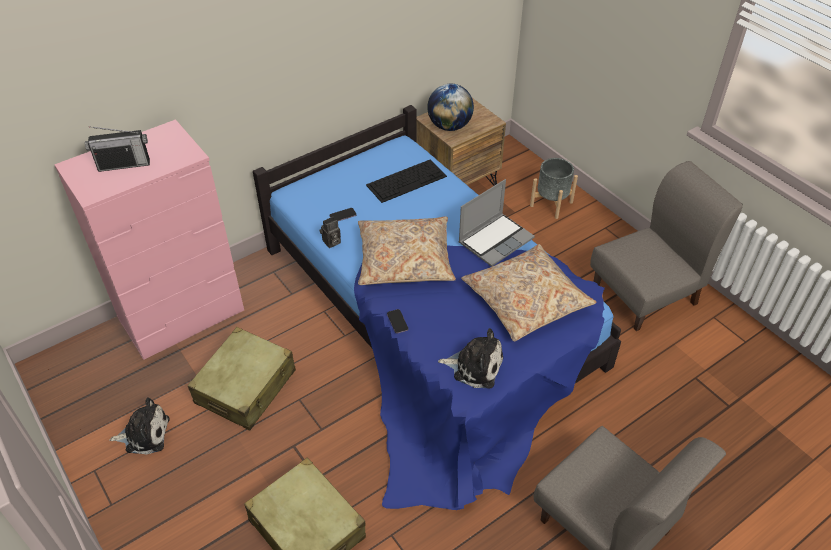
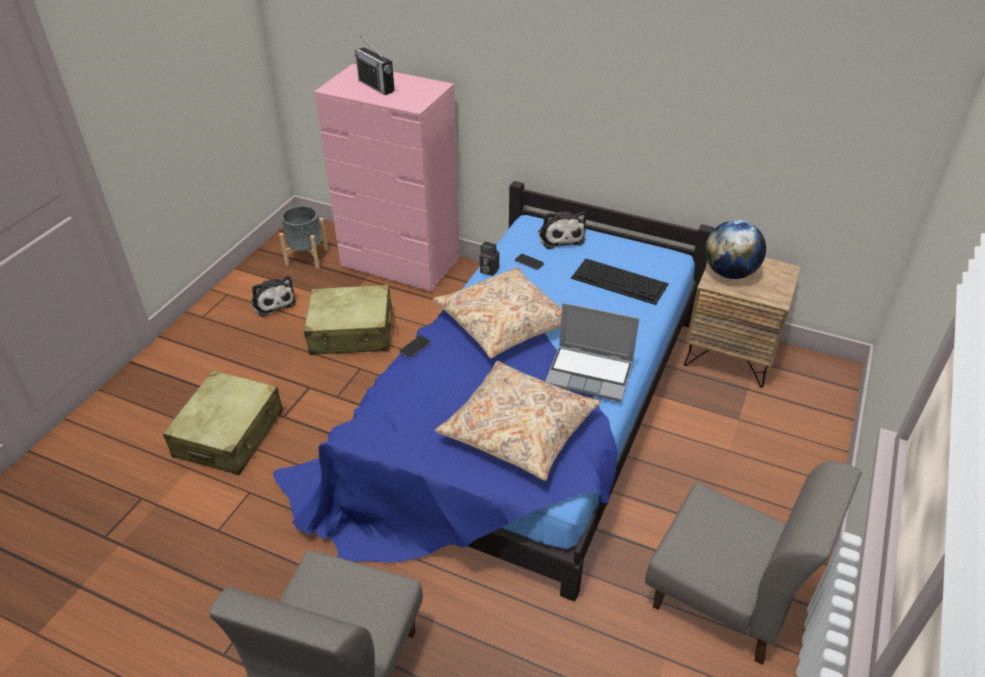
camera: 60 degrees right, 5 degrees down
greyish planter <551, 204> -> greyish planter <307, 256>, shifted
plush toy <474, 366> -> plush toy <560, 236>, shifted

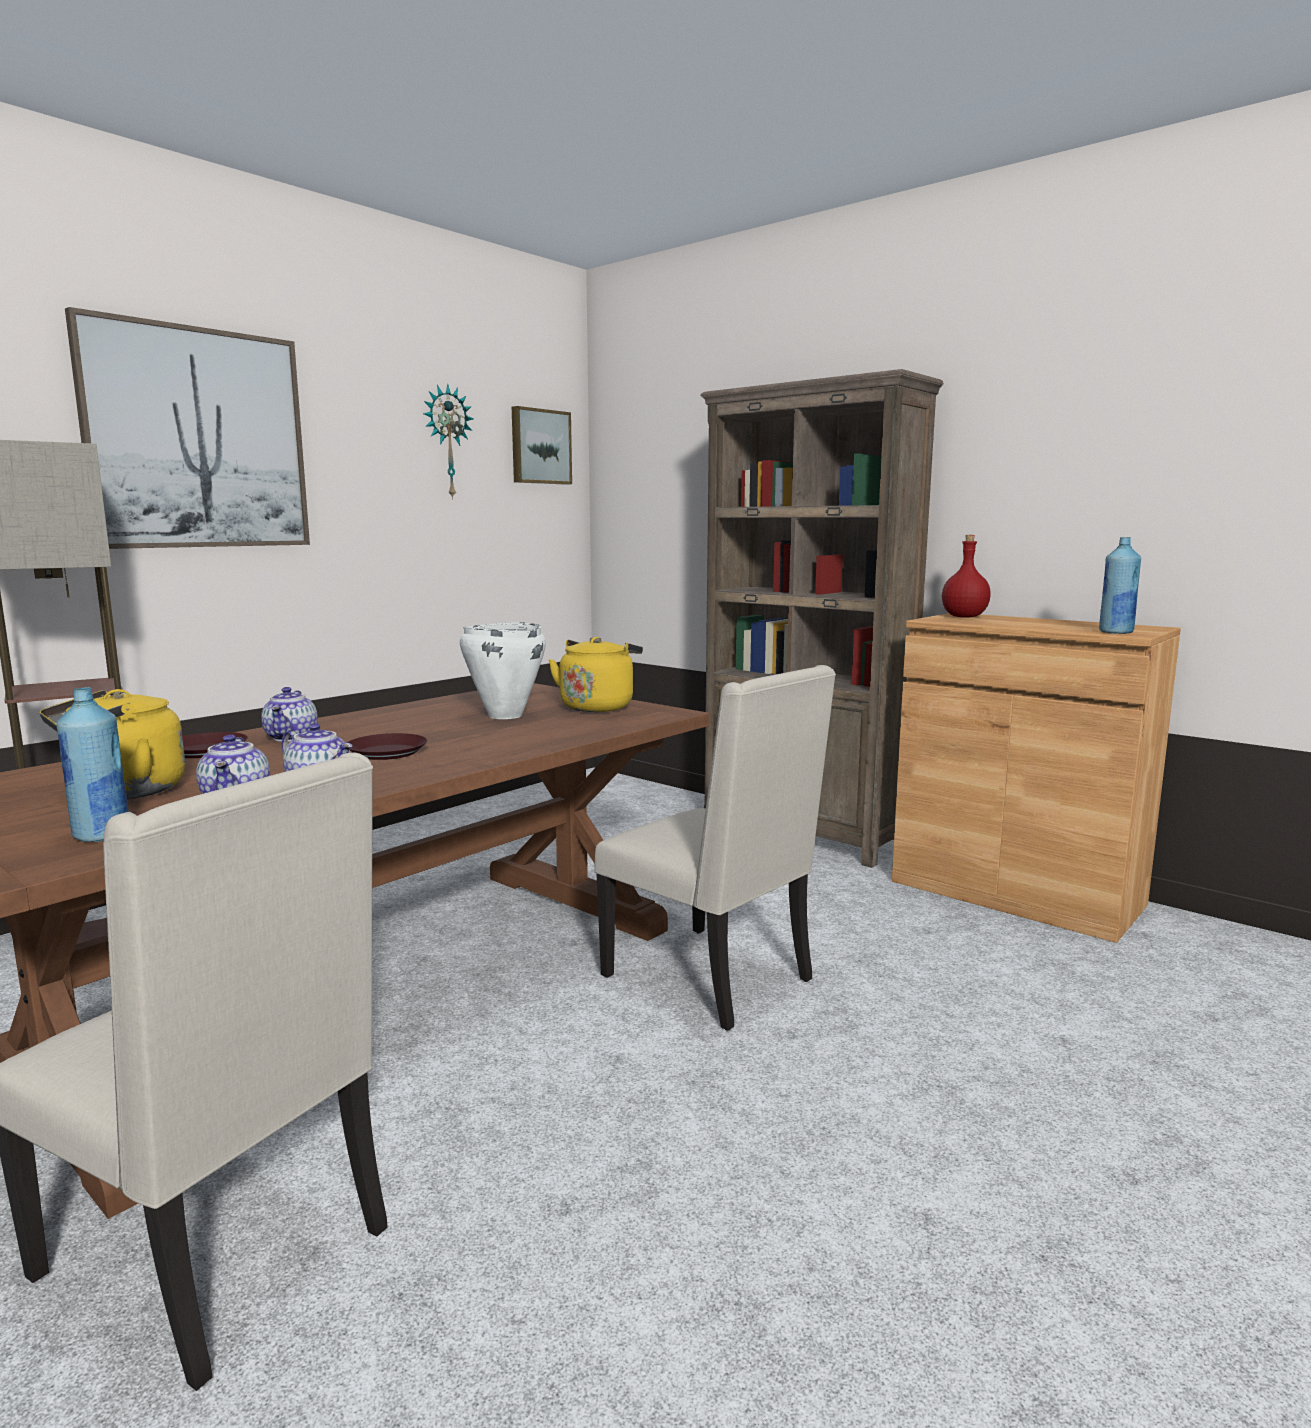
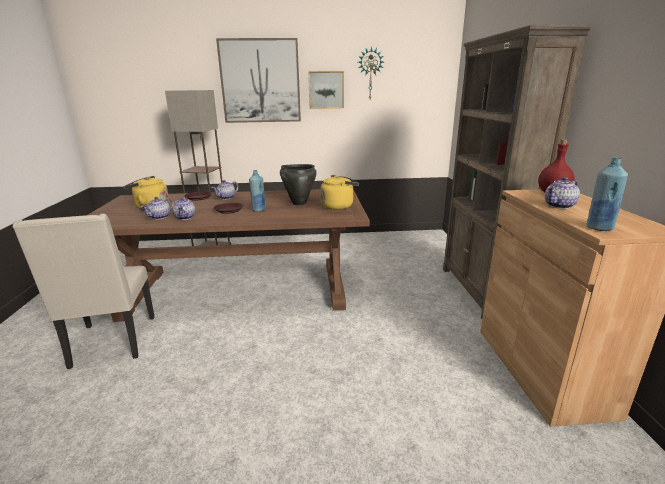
camera: 45 degrees right, 10 degrees up
wall picture <539, 447> -> wall picture <326, 90>, shifted
white stockpot <504, 716> -> blackish stockpot <299, 203>
beige-coloured plain chair <712, 978> -> none
blue bottle <101, 835> -> blue bottle <258, 210>, shifted
none -> pot for tea <560, 206>

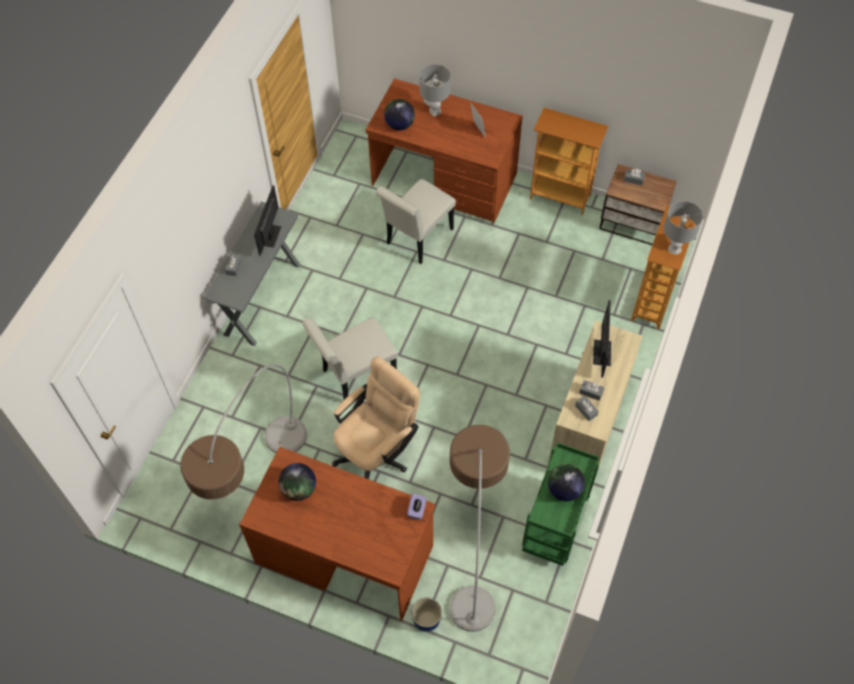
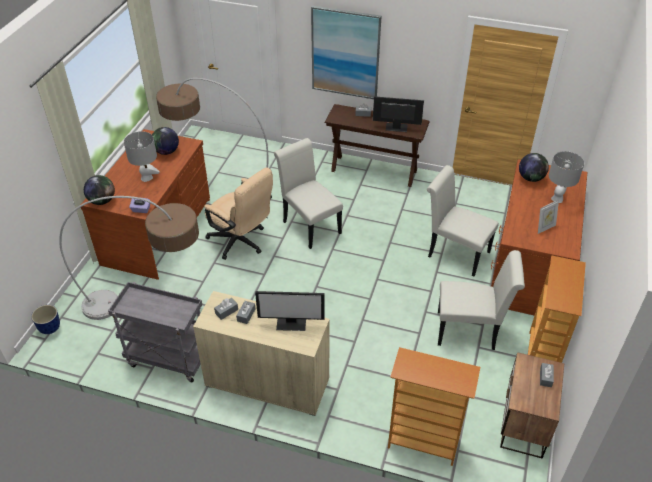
camera: 85 degrees right, 15 degrees down
greyish table lamp <674, 248> -> greyish table lamp <147, 178>, shifted
greyish console table <262, 299> -> brownish console table <374, 171>
greenish wheeled cart <555, 525> -> greyish wheeled cart <167, 359>
desk globe <564, 490> -> desk globe <102, 201>, shifted
planter <426, 620> -> planter <49, 328>, shifted
none -> wall picture <345, 53>
none -> white plain chair <470, 331>

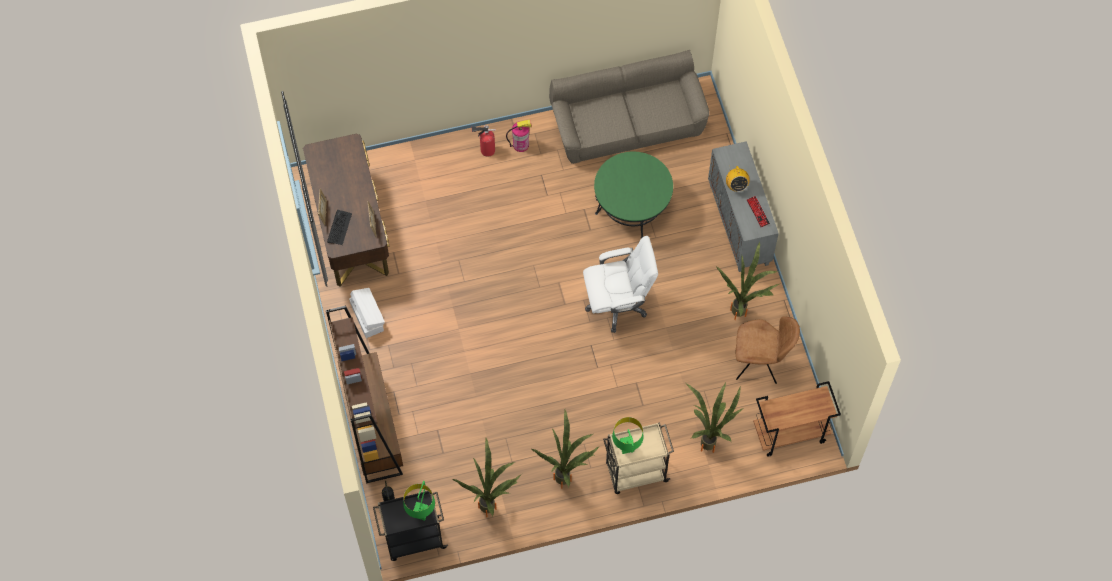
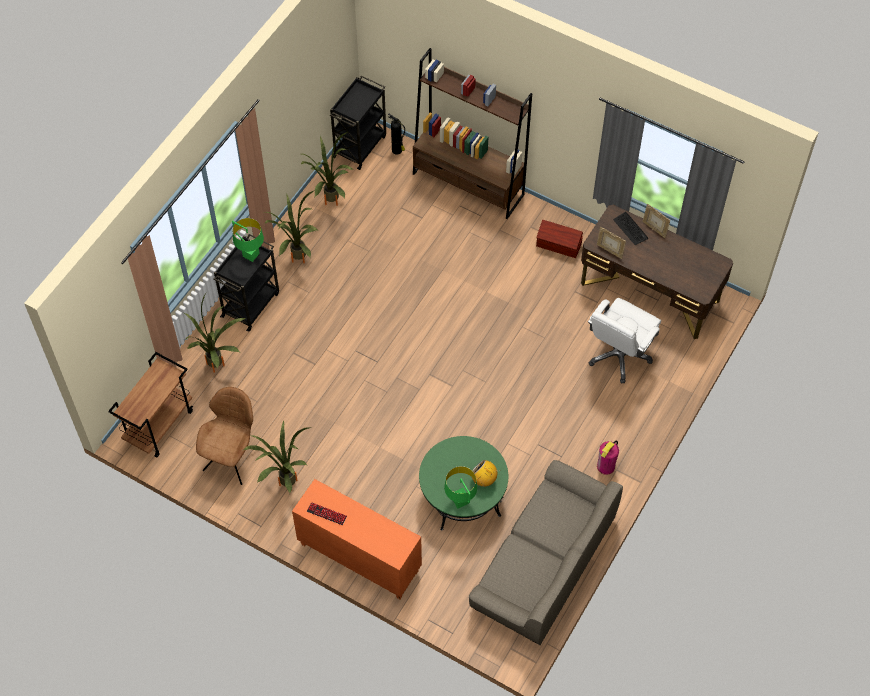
camera: 135 degrees right, 5 degrees down
extinguisher <486, 150> -> none
greyish storage cabinet <739, 225> -> orange storage cabinet <358, 558>
radio receiver <736, 186> -> radio receiver <484, 479>, shifted
white desk chair <617, 304> -> white desk chair <619, 355>, shifted
white storage container <367, 316> -> brownish storage container <559, 245>
brownish plain chair <759, 363> -> brownish plain chair <232, 458>, 150 degrees clockwise
beige-coloured wheeled cart <635, 473> -> blackish wheeled cart <251, 304>
greenish table lamp <421, 513> -> greenish table lamp <460, 501>, shifted

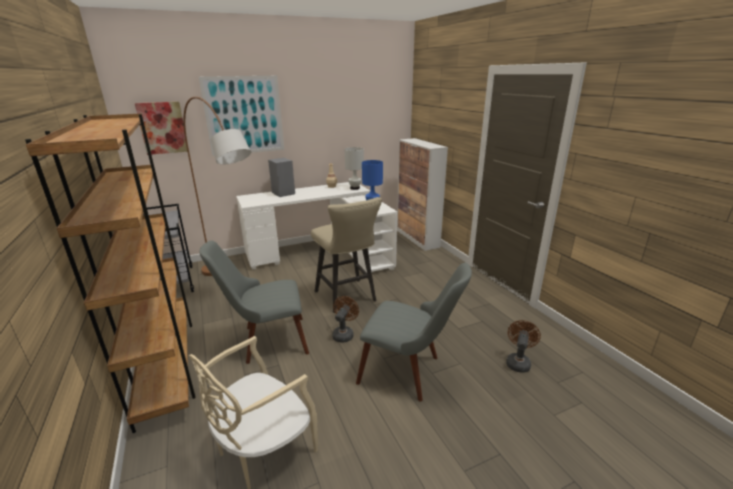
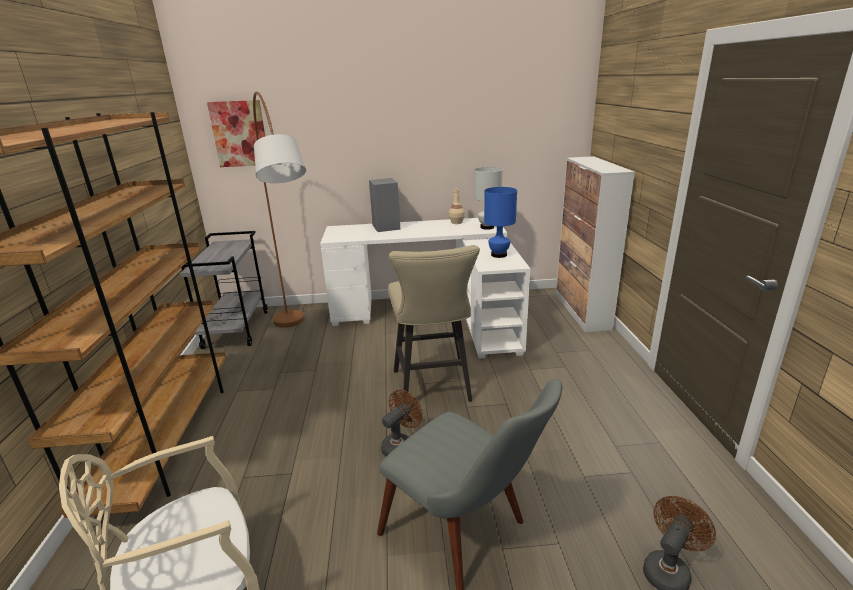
camera: 20 degrees right, 0 degrees up
wall picture <244, 115> -> none
greyish plain chair <265, 341> -> none

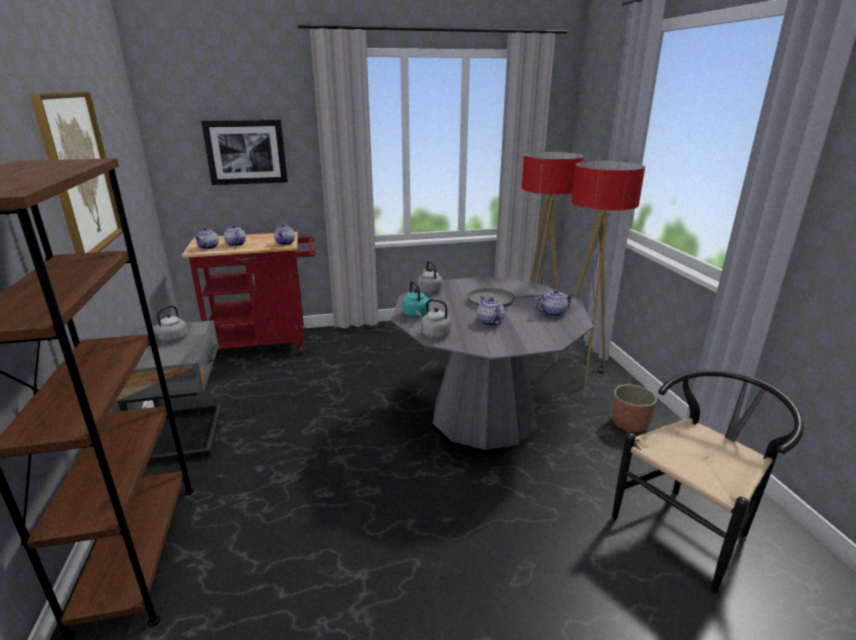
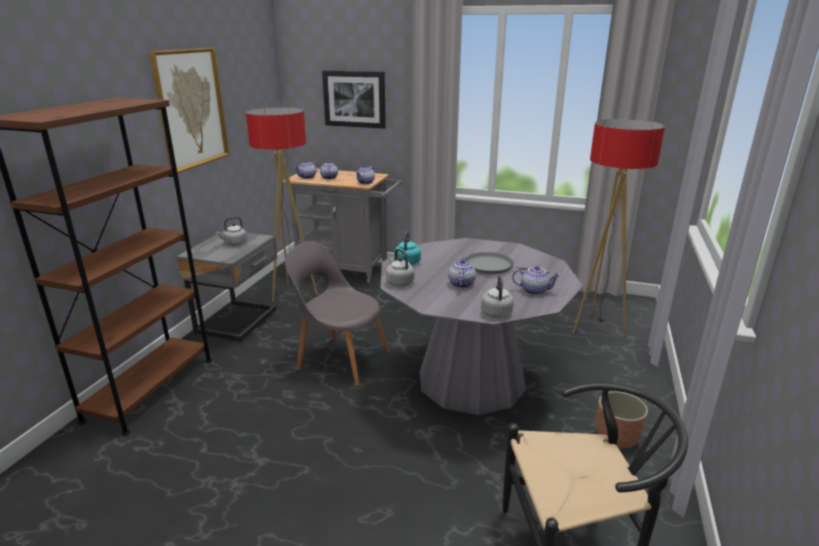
camera: 30 degrees right, 0 degrees up
standard lamp <581, 371> -> standard lamp <292, 293>, shifted
red-coloured wheeled cart <266, 345> -> greyish wheeled cart <348, 270>
greyish tea kettle <429, 290> -> greyish tea kettle <496, 312>, shifted
none -> greyish plain chair <340, 359>

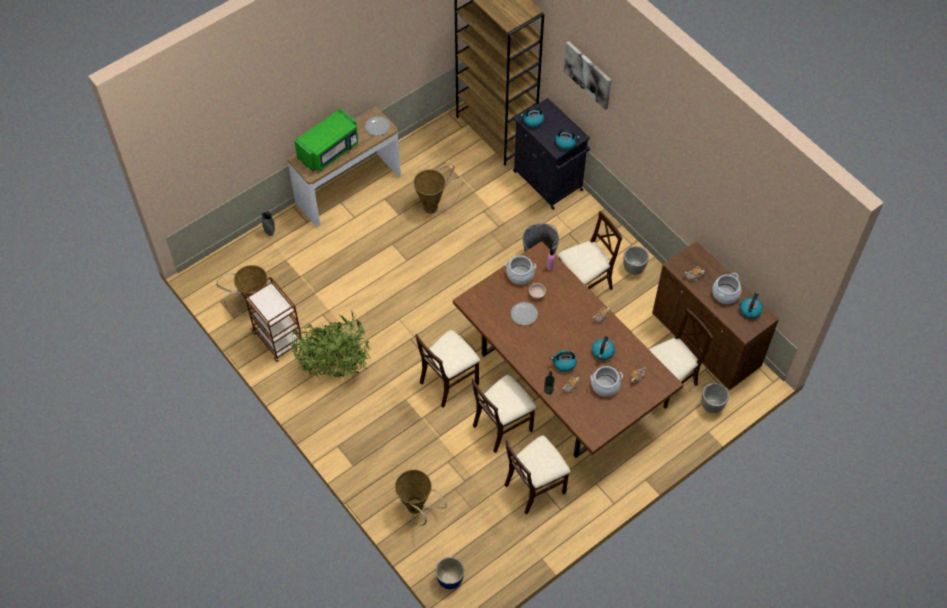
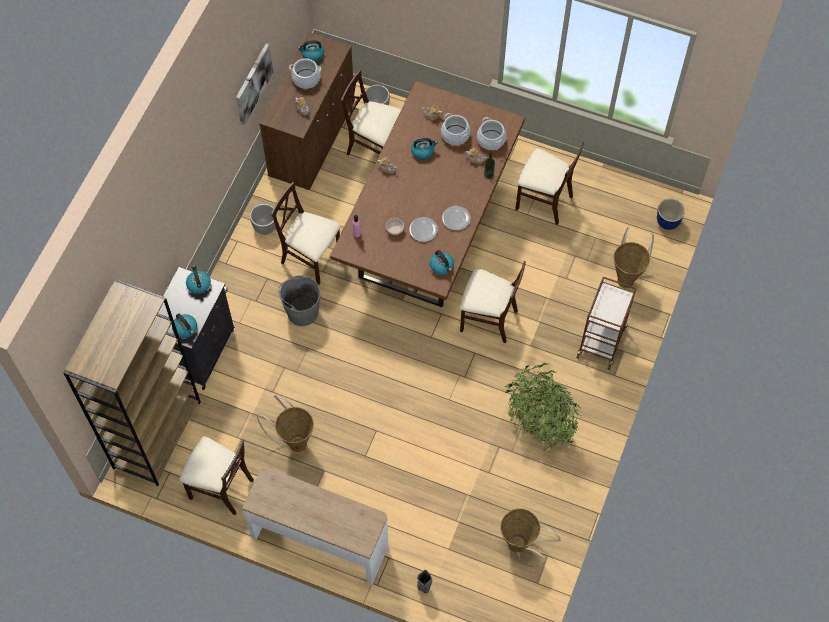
camera: 120 degrees left, 5 degrees up
wall picture <588, 74> -> wall picture <253, 83>, shifted
greenish microwave <329, 151> -> none
plate <377, 127> -> plate <456, 218>, shifted
stockpot <520, 274> -> stockpot <491, 140>, shifted
brownish wheeled cart <279, 339> -> brownish wheeled cart <601, 340>, shifted
tea kettle <564, 364> -> tea kettle <442, 266>, shifted
beige-coloured plain chair <502, 426> -> beige-coloured plain chair <221, 487>, shifted

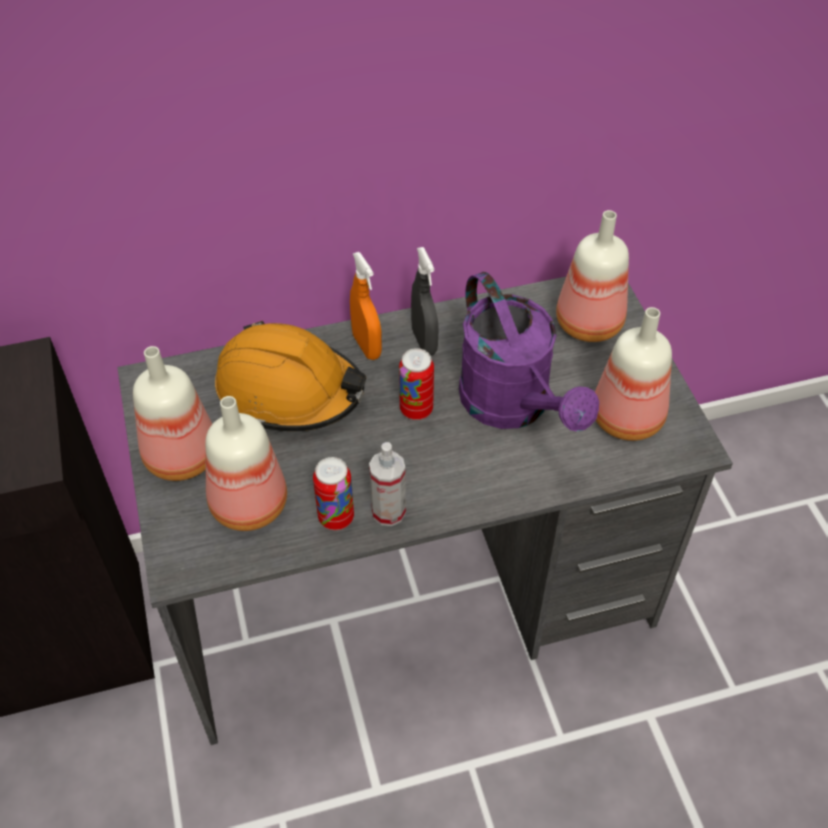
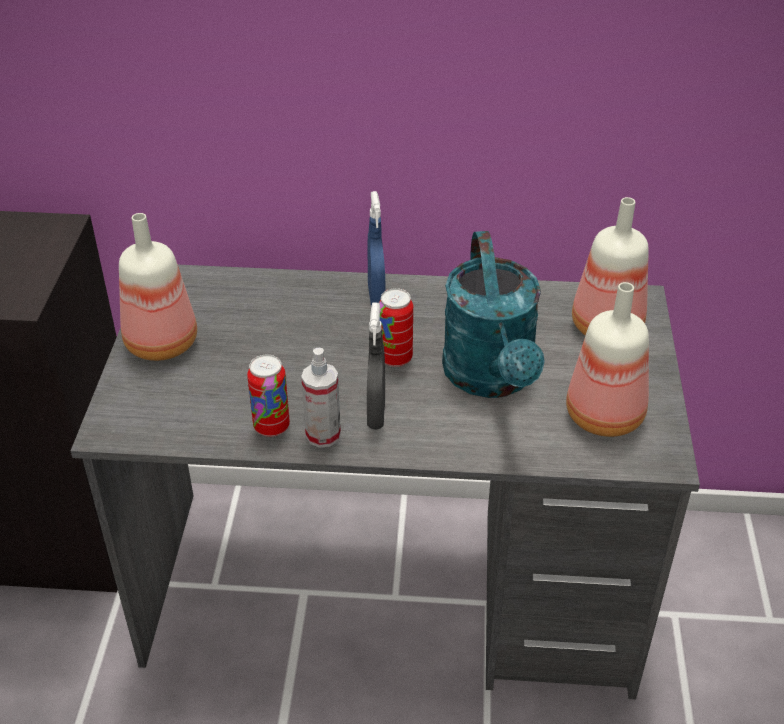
camera: 20 degrees right, 10 degrees down
greyish hand sprayer <424, 341> -> greyish hand sprayer <376, 414>, shifted
orange hand sprayer <366, 346> -> blue hand sprayer <376, 297>
purplish watering can <514, 407> -> blue-green watering can <492, 379>
orange hard hat <290, 390> -> none
bottle <248, 506> -> none

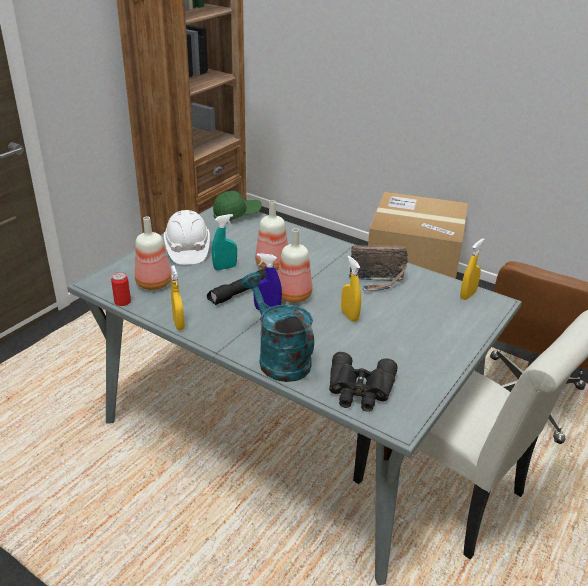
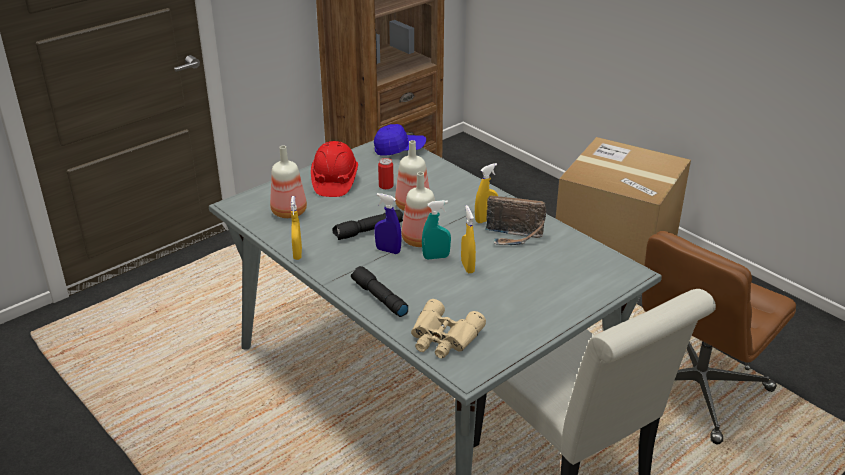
camera: 15 degrees right, 0 degrees up
greenish cap <237, 214> -> blue cap <399, 149>
white hard hat <187, 250> -> red-coloured hard hat <334, 182>
blue-green hand sprayer <225, 267> -> blue-green hand sprayer <436, 257>, shifted
yellow hand sprayer <468, 295> -> yellow hand sprayer <485, 219>, shifted
can <122, 302> -> can <386, 186>, shifted
blue-green watering can <278, 358> -> blackish hand torch <378, 298>
blackish pair of binoculars <360, 390> -> beige-coloured pair of binoculars <443, 338>

